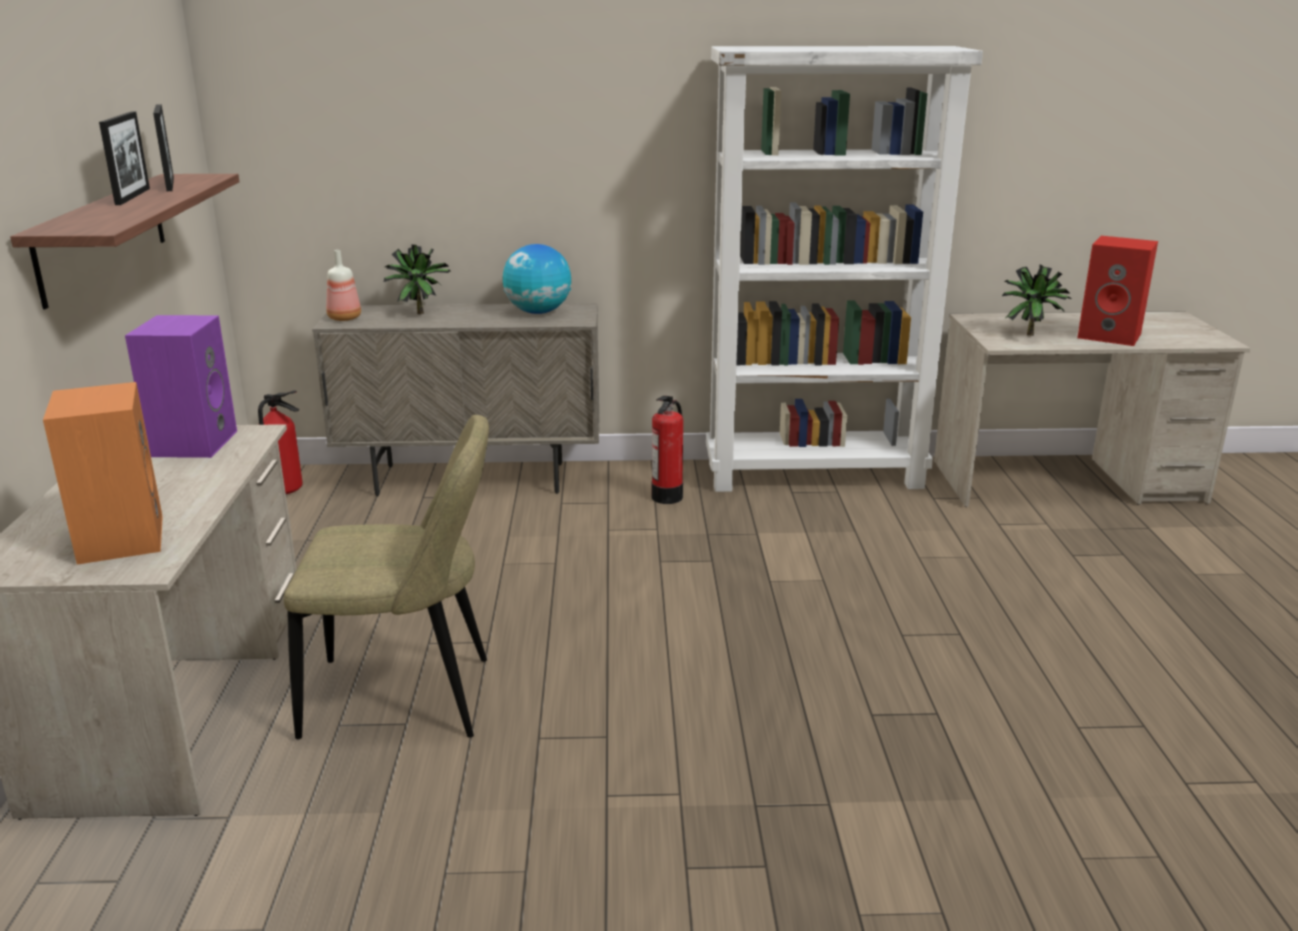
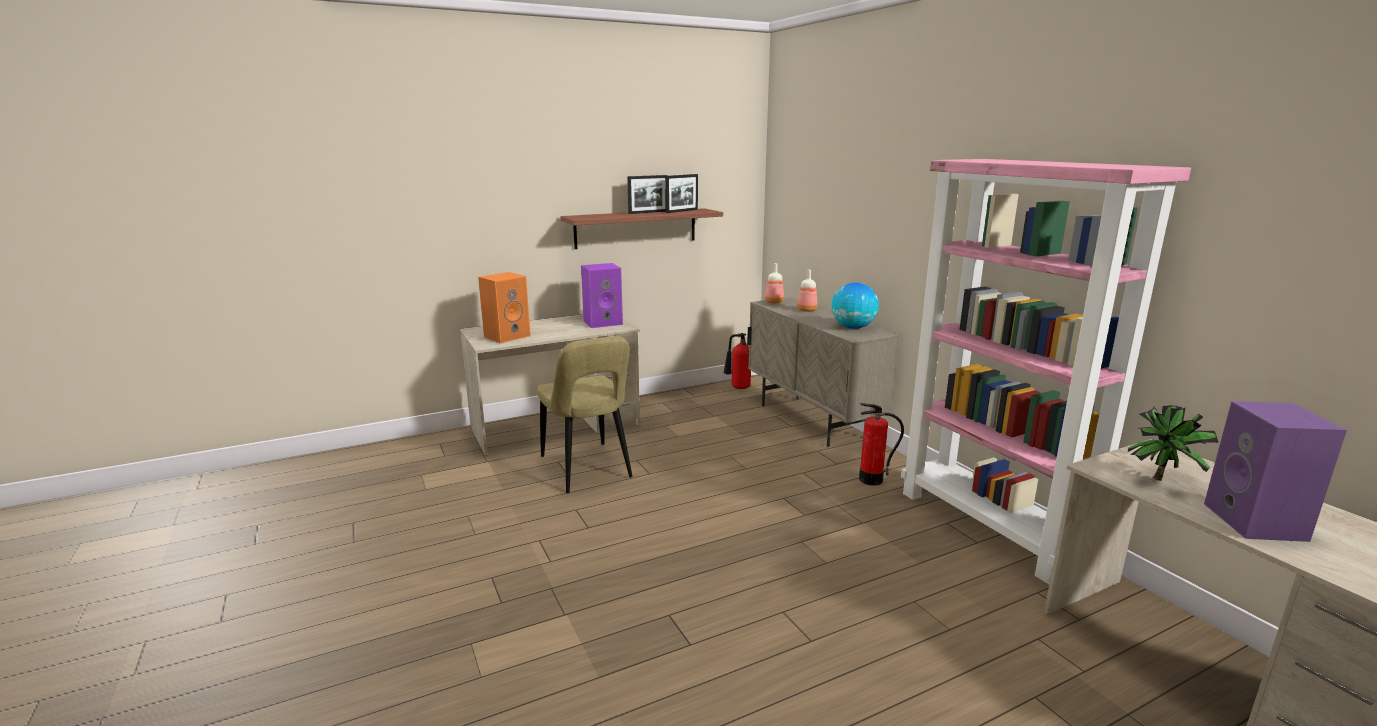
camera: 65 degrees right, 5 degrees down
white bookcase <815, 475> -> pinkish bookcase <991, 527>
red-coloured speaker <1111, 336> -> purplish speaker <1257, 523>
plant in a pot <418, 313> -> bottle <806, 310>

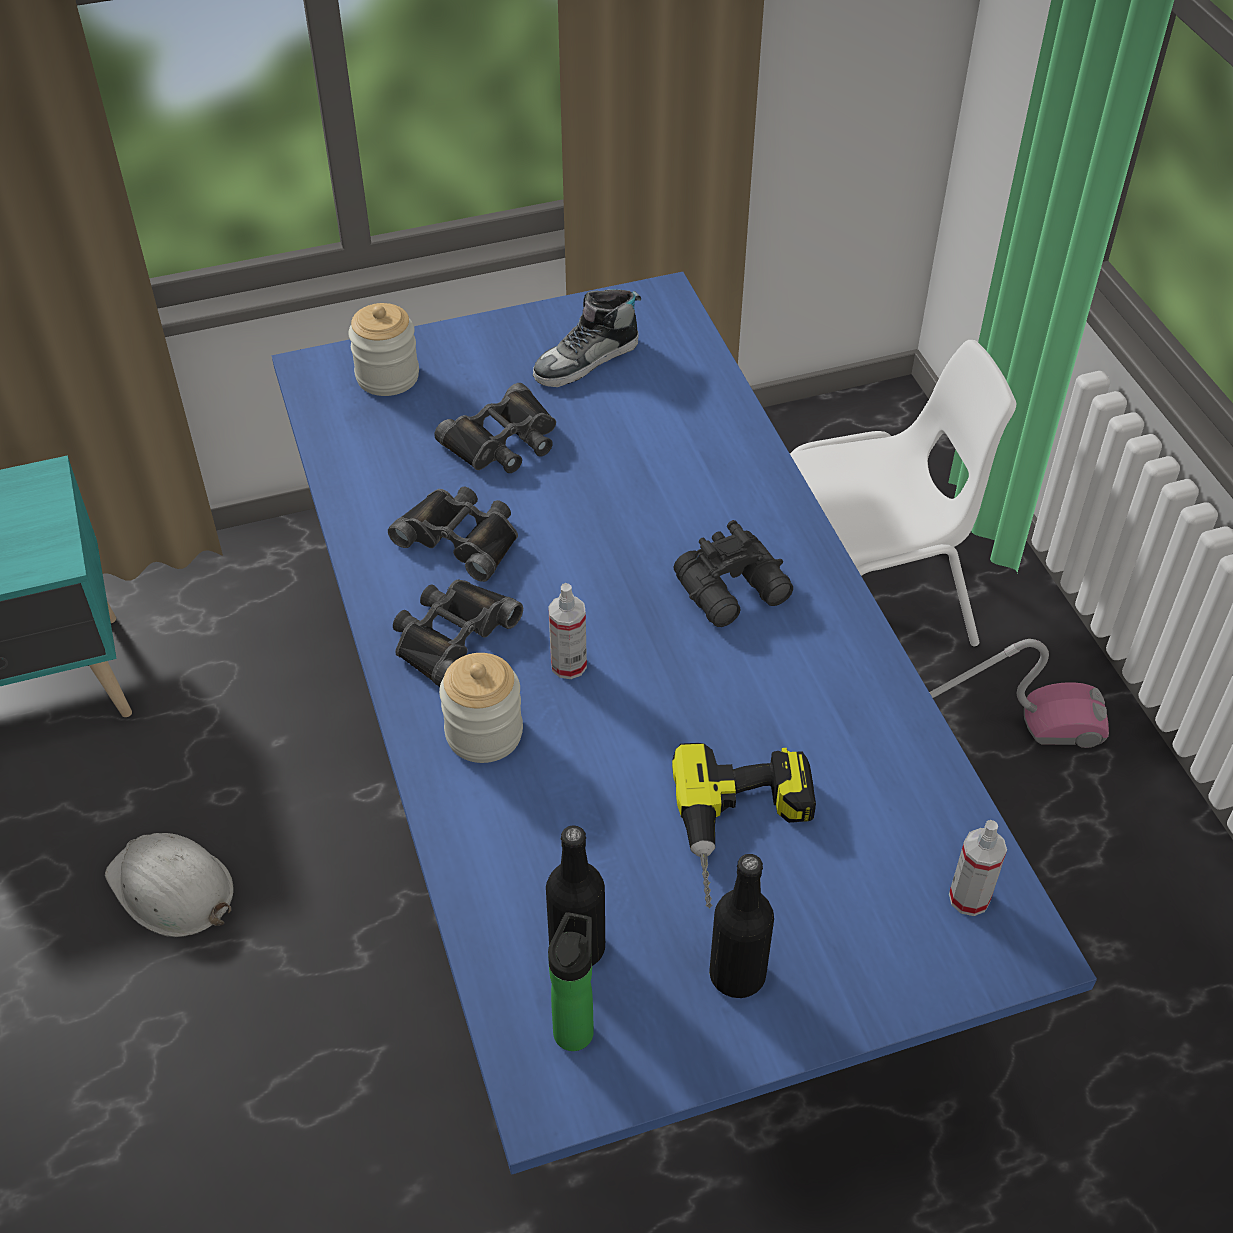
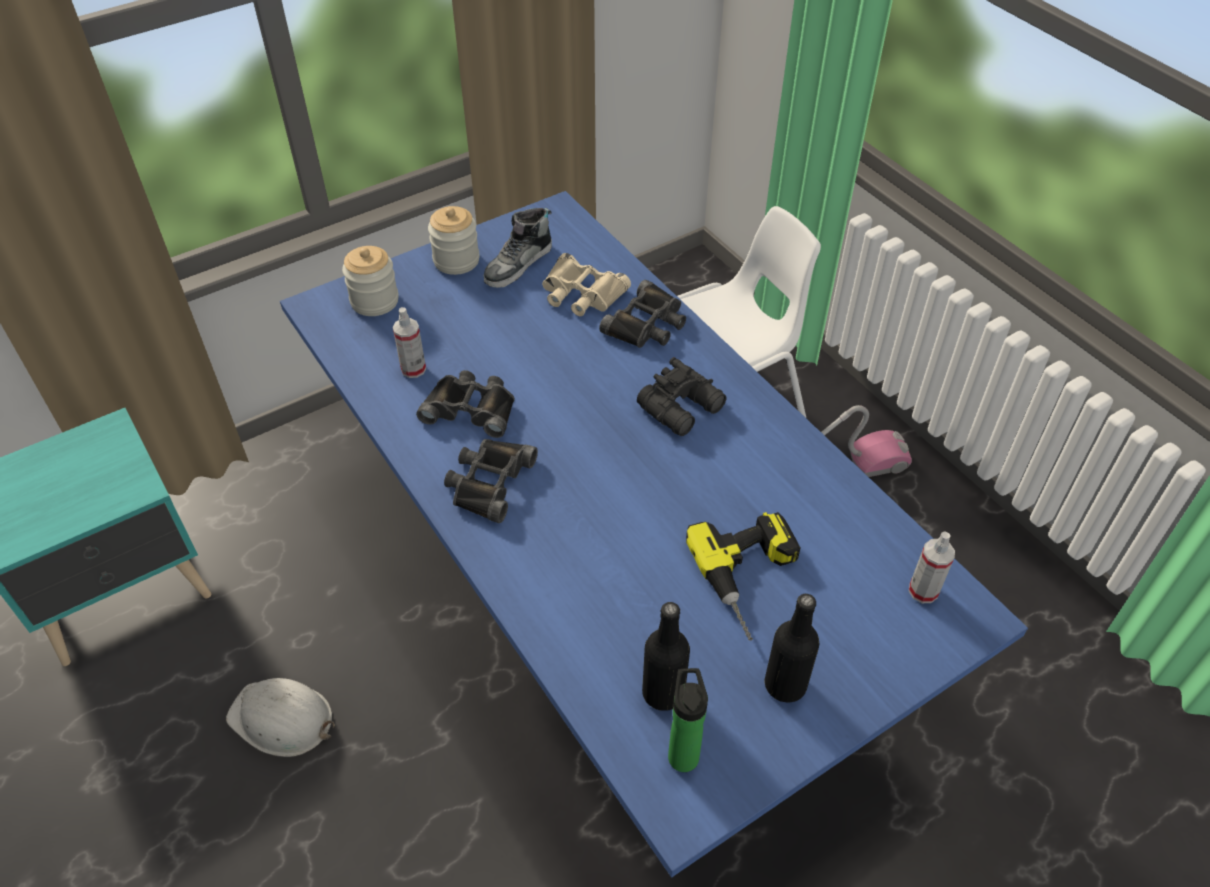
camera: 15 degrees left, 0 degrees up
blackish pair of binoculars <503, 441> -> blackish pair of binoculars <647, 324>, shifted
hand sprayer <568, 665> -> hand sprayer <413, 369>, shifted
preserve jar <484, 733> -> preserve jar <456, 260>, shifted
none -> beige-coloured pair of binoculars <581, 293>

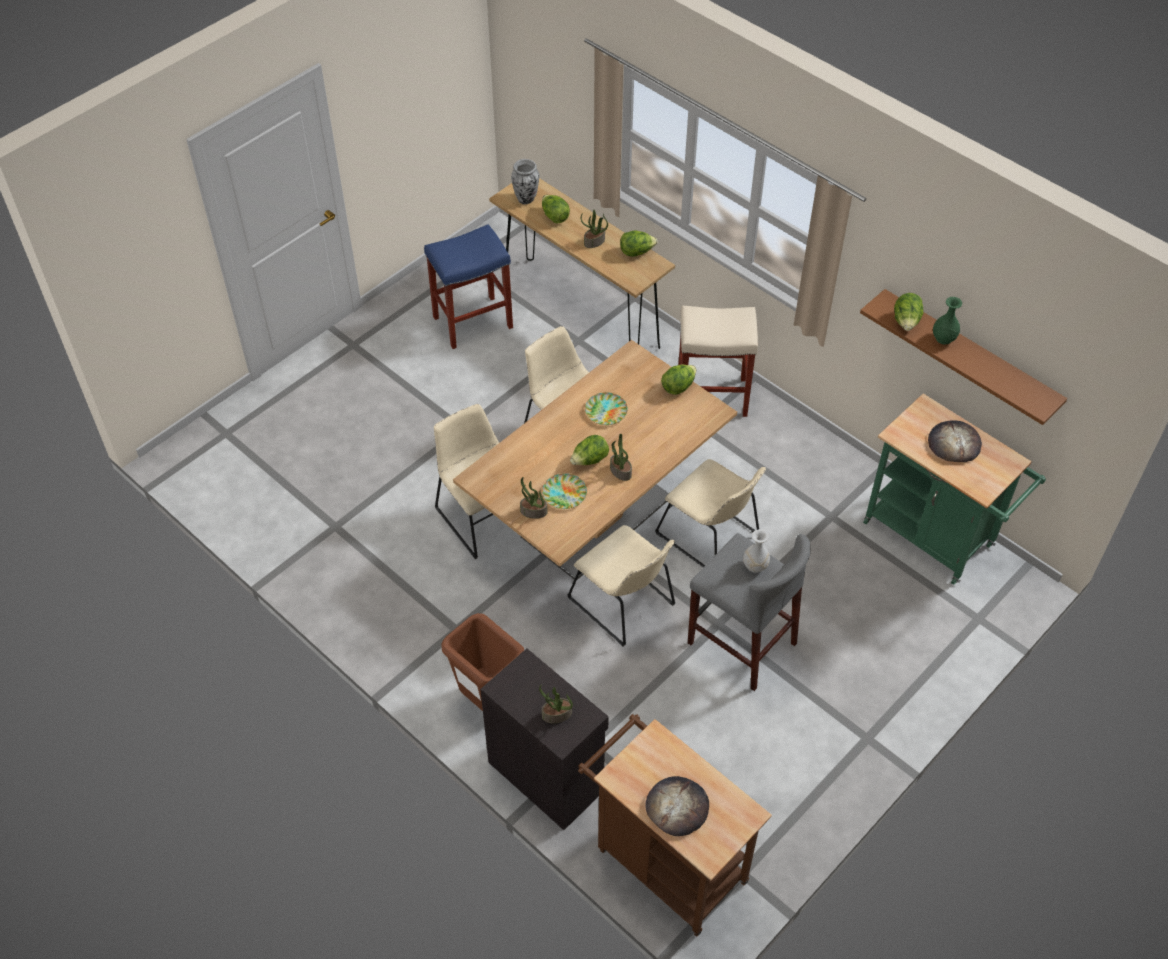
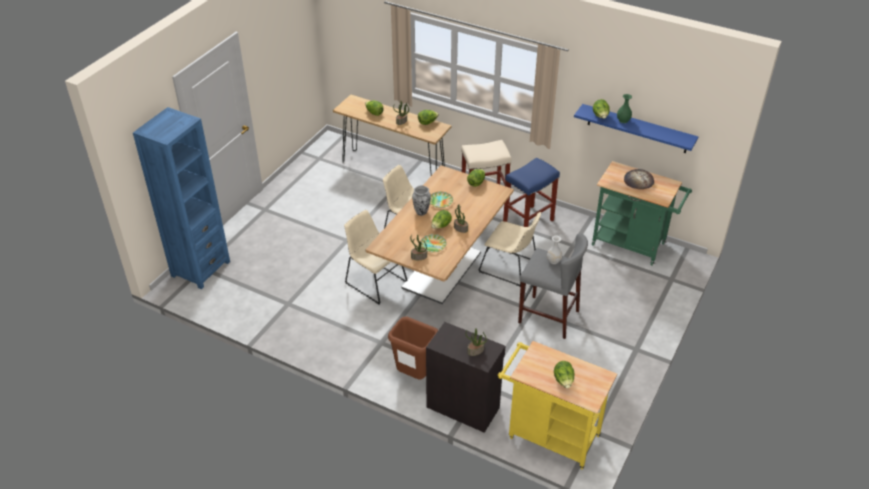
camera: 15 degrees left, 10 degrees down
vase <526, 199> -> vase <421, 212>, shifted
blue sitting stool <473, 321> -> blue sitting stool <528, 221>, shifted
brownish bracket shelf <969, 355> -> blue bracket shelf <637, 129>
beige-coloured plain chair <624, 604> -> none
brownish wheeled cart <664, 860> -> yellow wheeled cart <548, 435>
bakery bread <677, 807> -> head of lettuce <563, 381>
none -> blue bookcase <200, 268>

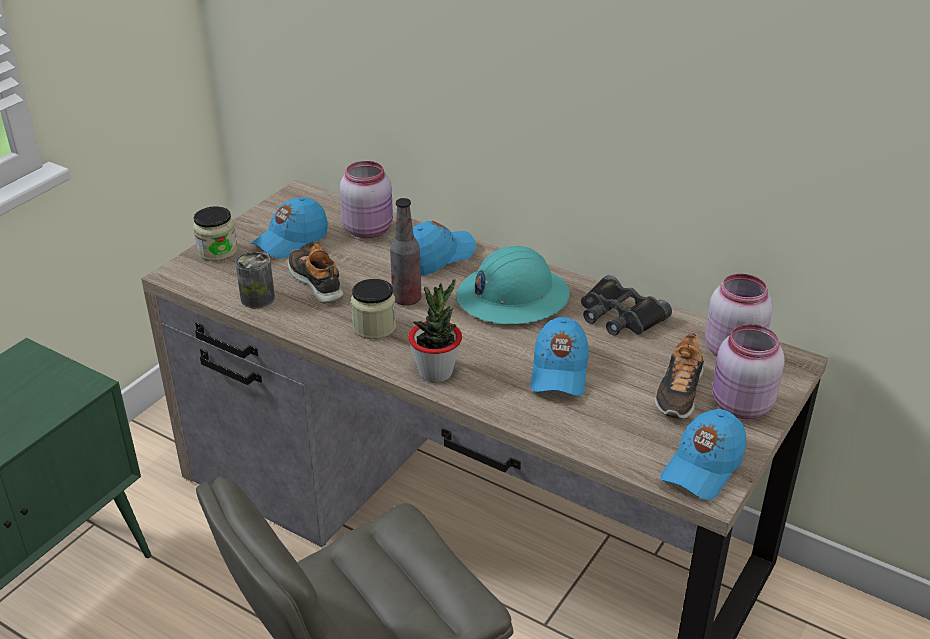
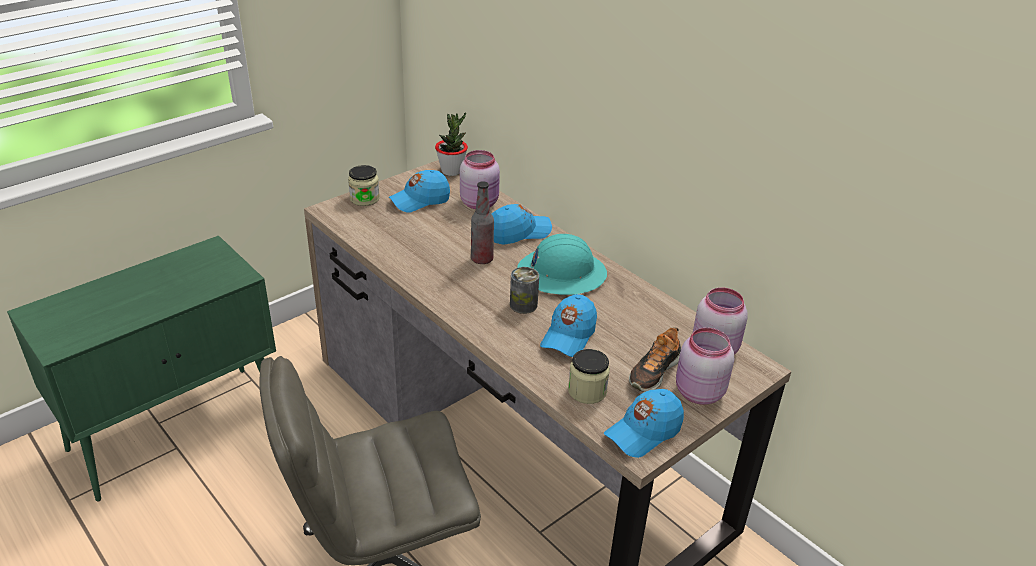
camera: 15 degrees right, 0 degrees up
item of footwear <317, 282> -> none
can <257, 298> -> can <523, 305>, shifted
blackish pair of binoculars <619, 315> -> none
preserve jar <374, 327> -> preserve jar <587, 391>, shifted
plant in a pot <436, 372> -> plant in a pot <451, 171>, shifted

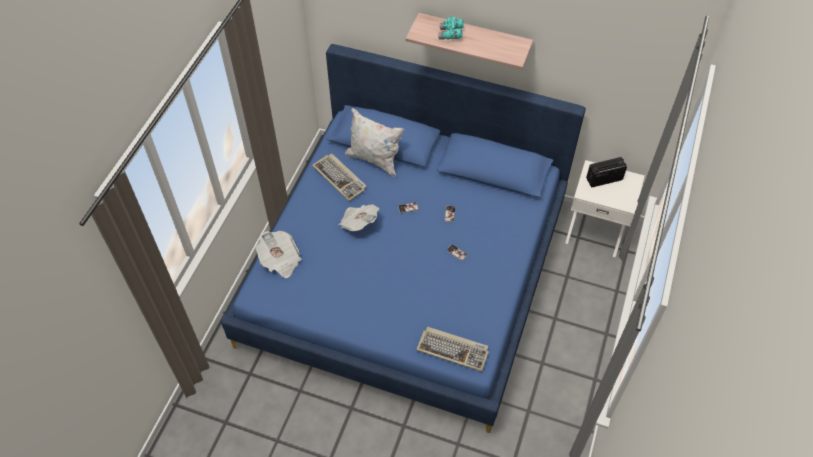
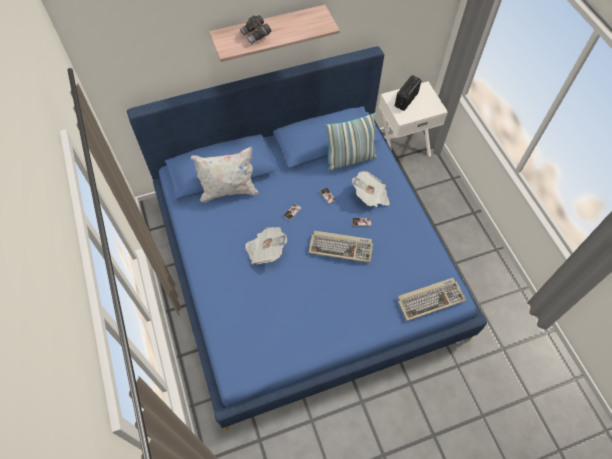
camera: 40 degrees left, 5 degrees up
blue-green pair of binoculars <451, 35> -> greyish pair of binoculars <256, 35>
PC keyboard <340, 178> -> PC keyboard <341, 247>, shifted
printed paper <280, 260> -> printed paper <370, 196>, shifted
none -> pillow <350, 159>

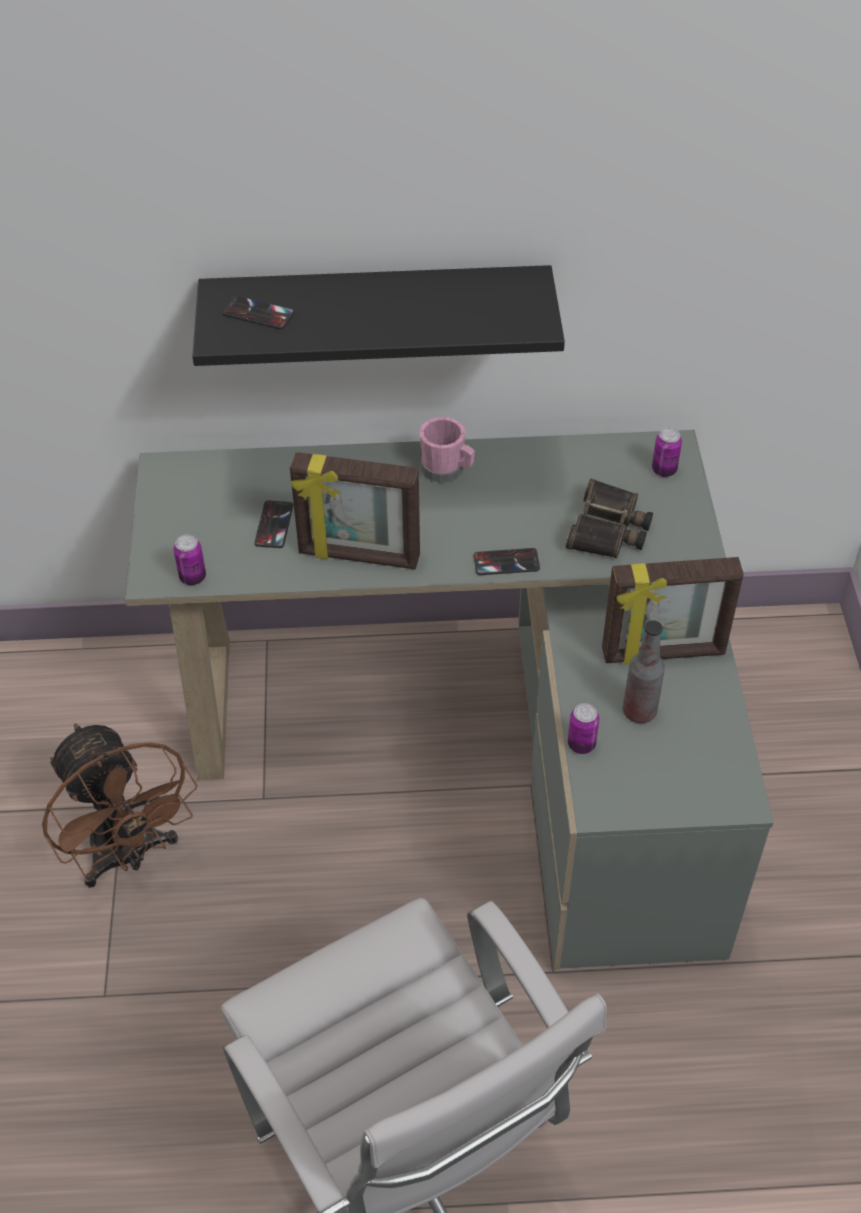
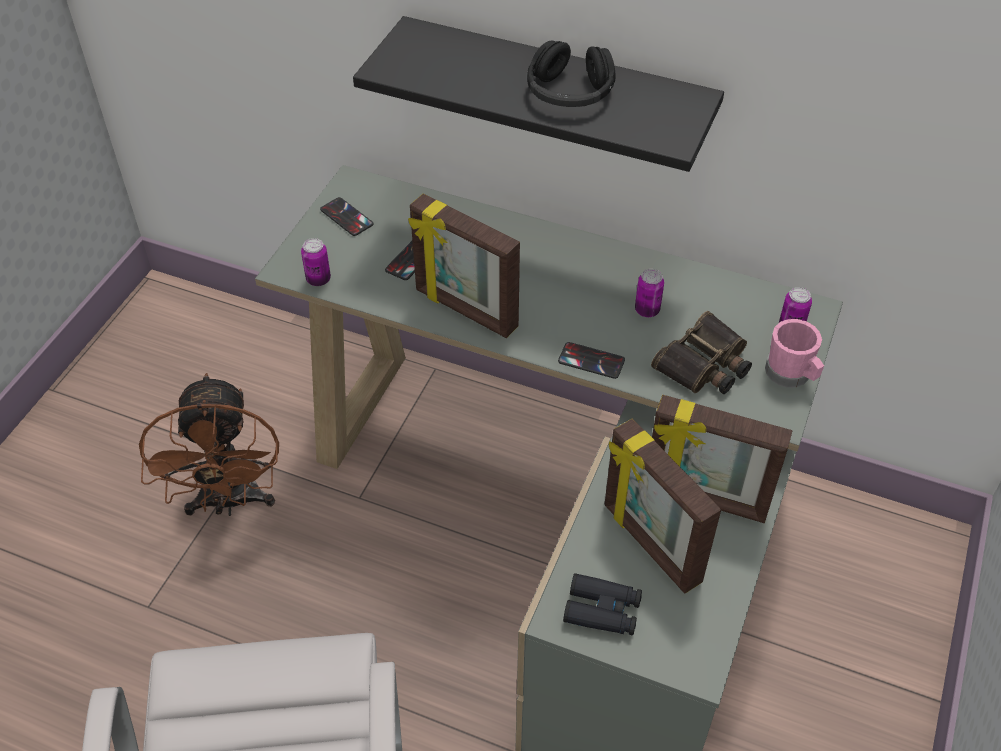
camera: 25 degrees right, 0 degrees up
telephone <258, 313> -> telephone <346, 217>, shifted
pinkish mug <447, 470> -> pinkish mug <791, 374>, shifted
bottle <639, 711> -> photo frame <650, 544>
can <581, 744> -> can <647, 310>, shifted
none -> blackish headset <569, 92>
none -> blackish pair of binoculars <602, 610>

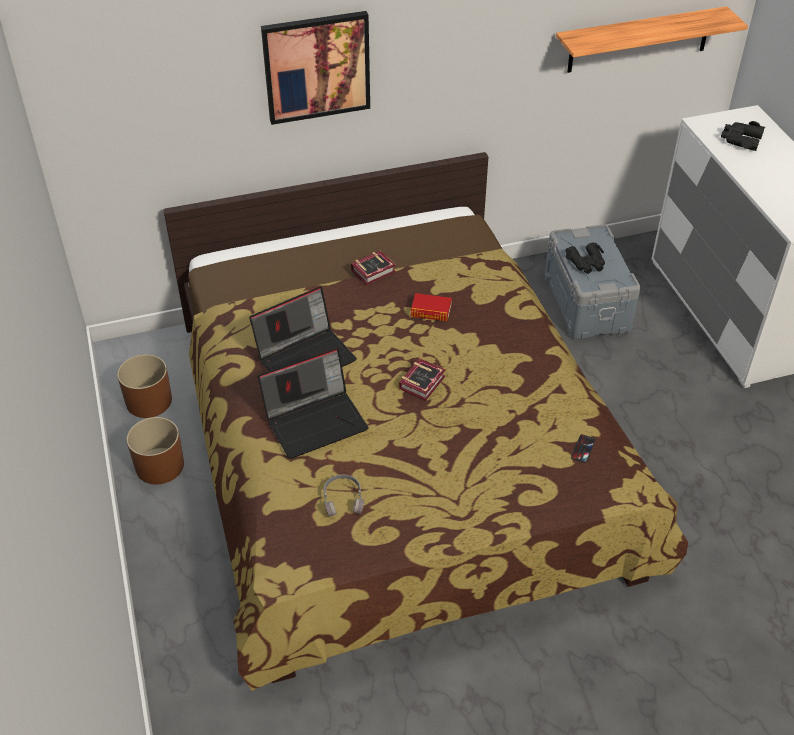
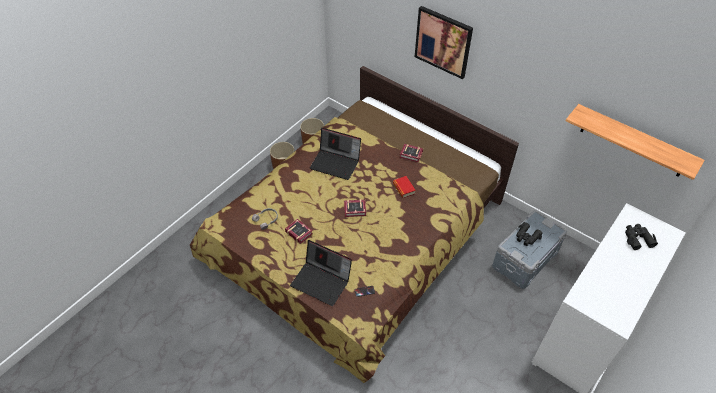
camera: 55 degrees right, 5 degrees up
portable computer <316, 420> -> portable computer <322, 281>, shifted
none -> volume <298, 232>

